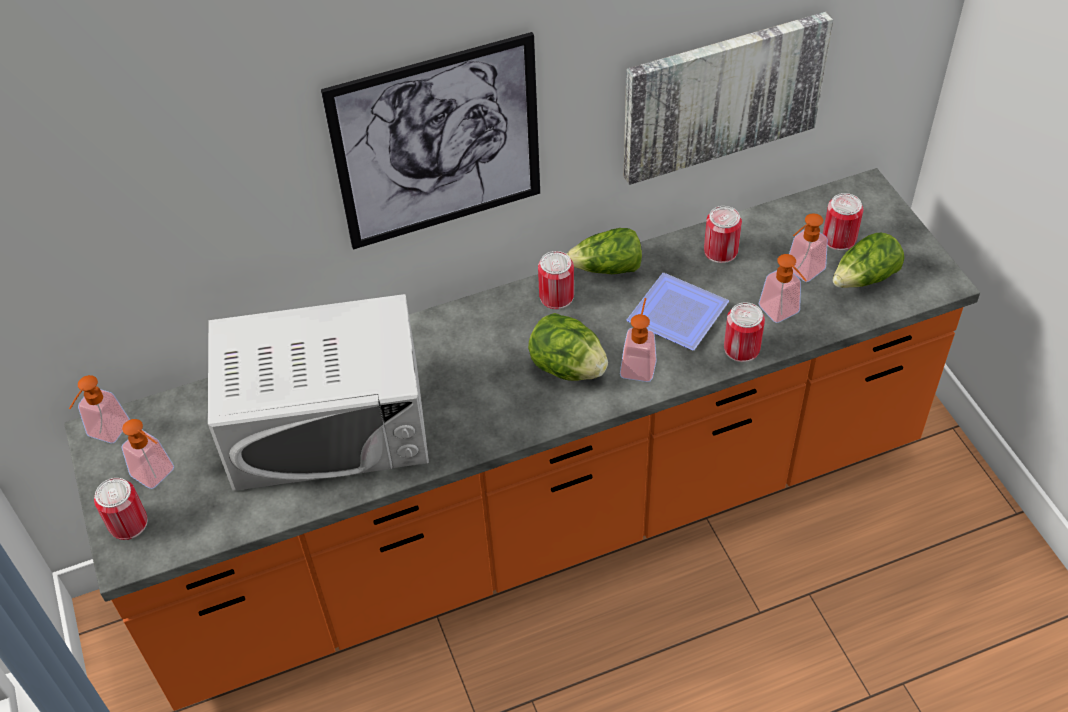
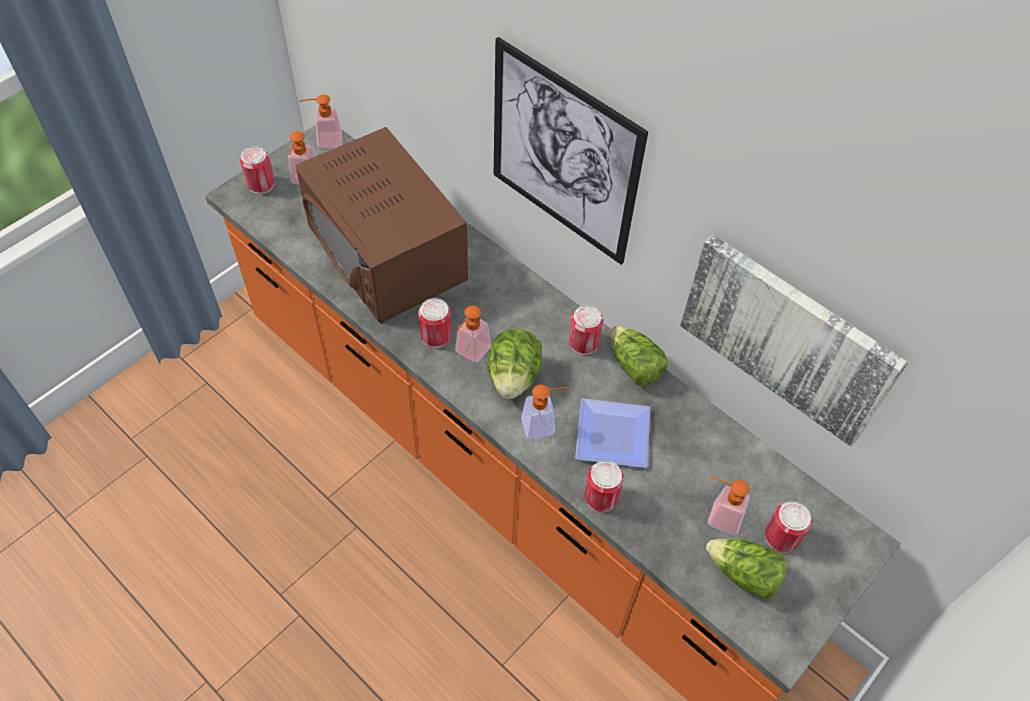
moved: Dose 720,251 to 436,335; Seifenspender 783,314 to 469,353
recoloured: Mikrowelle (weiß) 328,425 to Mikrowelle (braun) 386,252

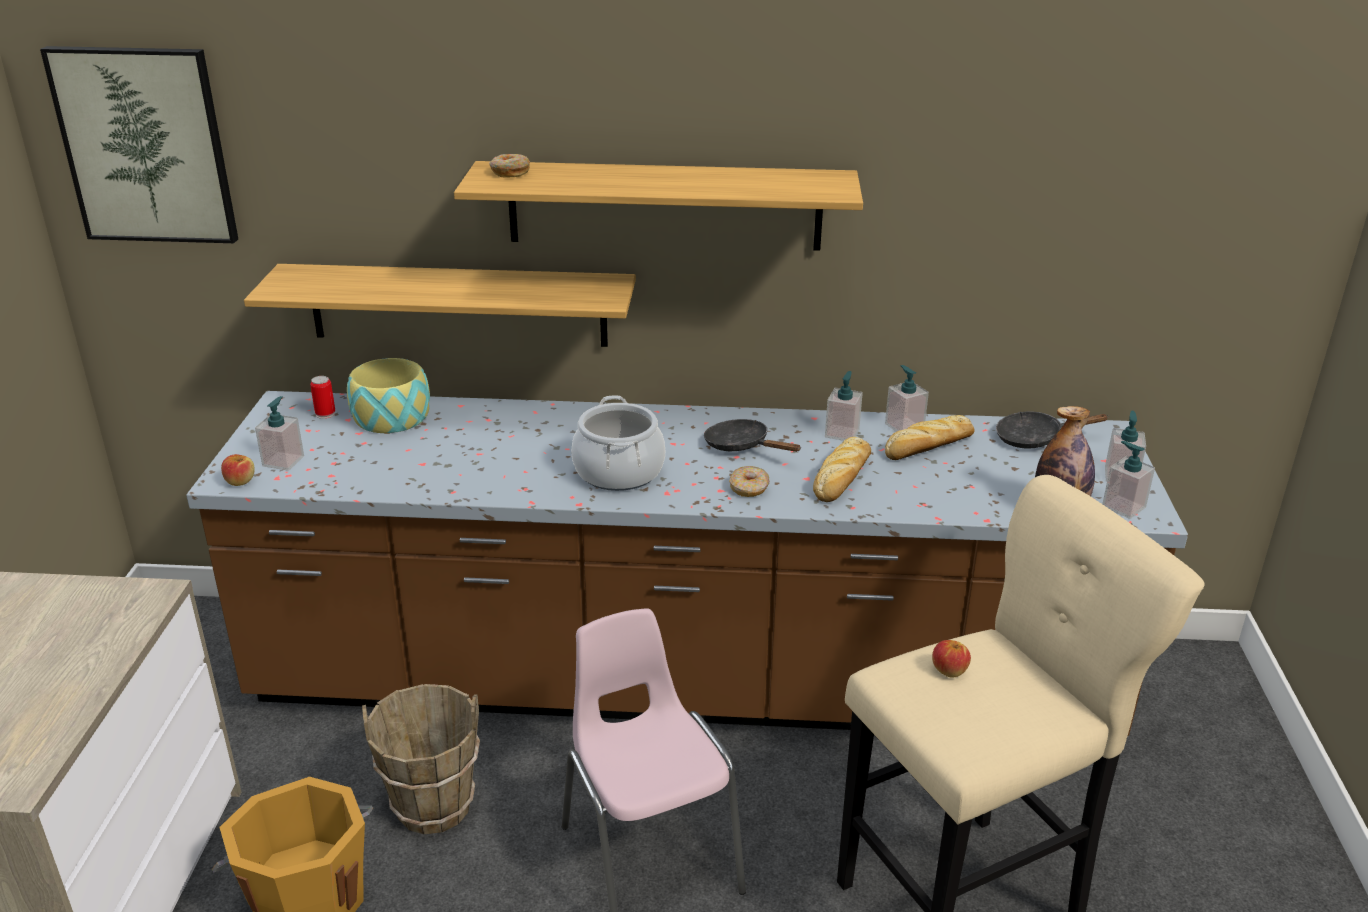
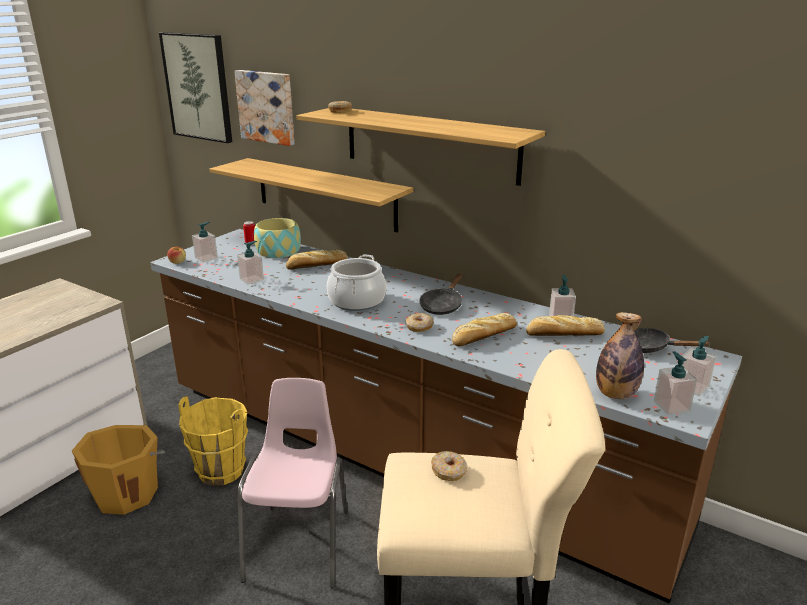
added: Bild 267,107; Brot 316,265
moved: Seifenspender 842,433 to 252,279
replaced: Apfel 949,670 to Donut 449,471
recoloured: Eimer (braun) 433,805 to Eimer (gelb) 221,471
turned: Pfanne (schwarz) 742,446 = 442,305 135 degrees counterclockwise

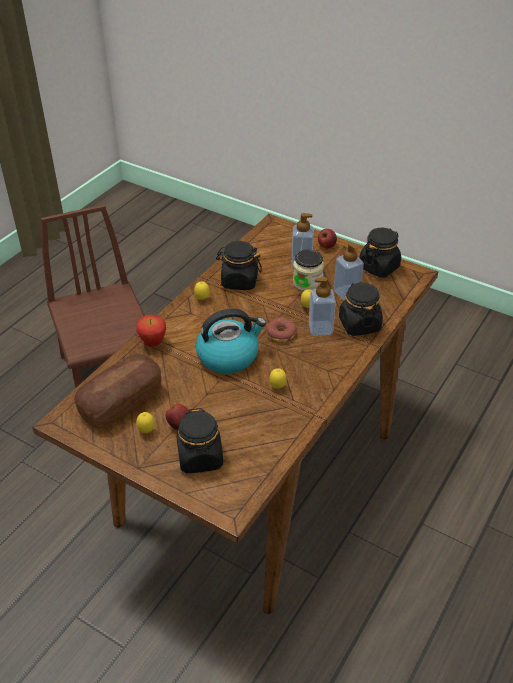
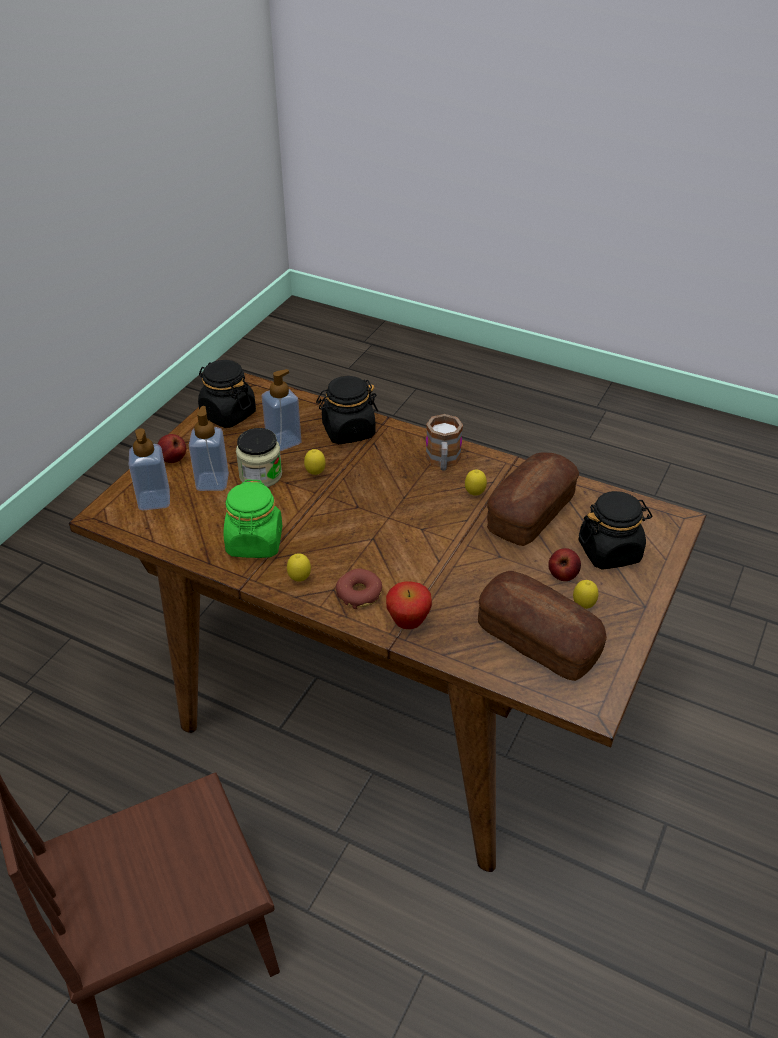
removed: Wasserkessel 229,356
added: Henkelbecher 443,462; Brot 530,513
moved: Seifenspender 320,328 to 154,500; Donut 281,334 to 359,594
recoloured: Vorratsglas (schwarz) 239,281 to Vorratsglas (grün) 255,543

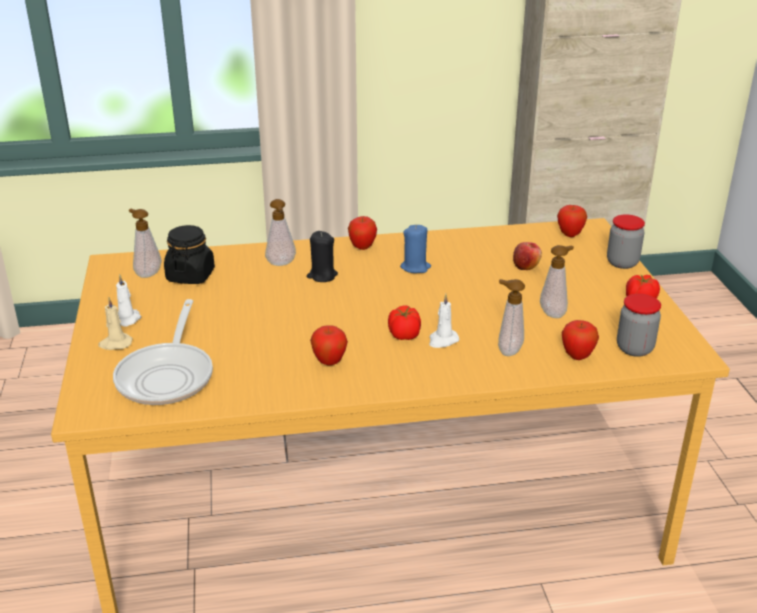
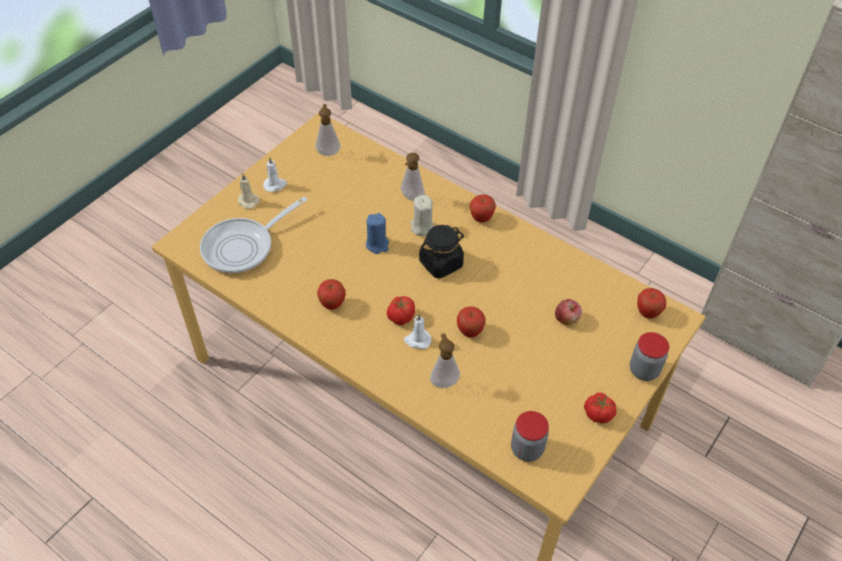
removed: Seifenspender 554,313
moved: Kerze (blau) 415,267 to 377,244; Vorratsglas (schwarz) 190,275 to 441,263; Apfel 577,356 to 470,332
recoloured: Kerze (schwarz) 322,276 to Kerze (beige) 422,227

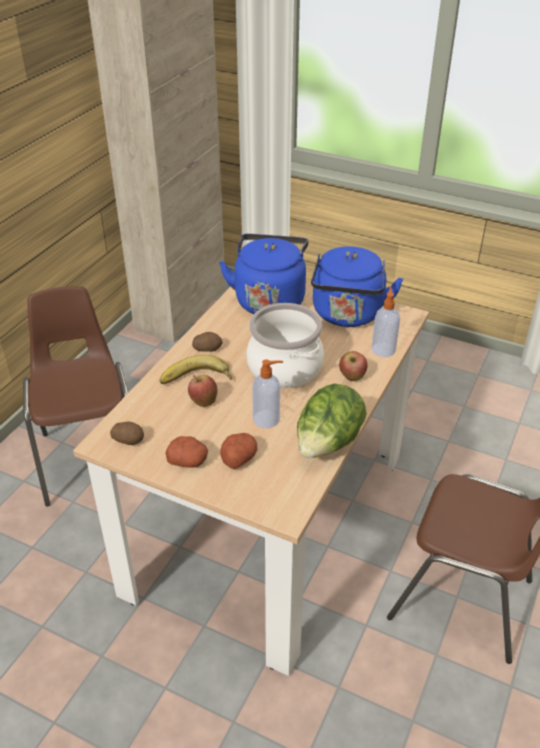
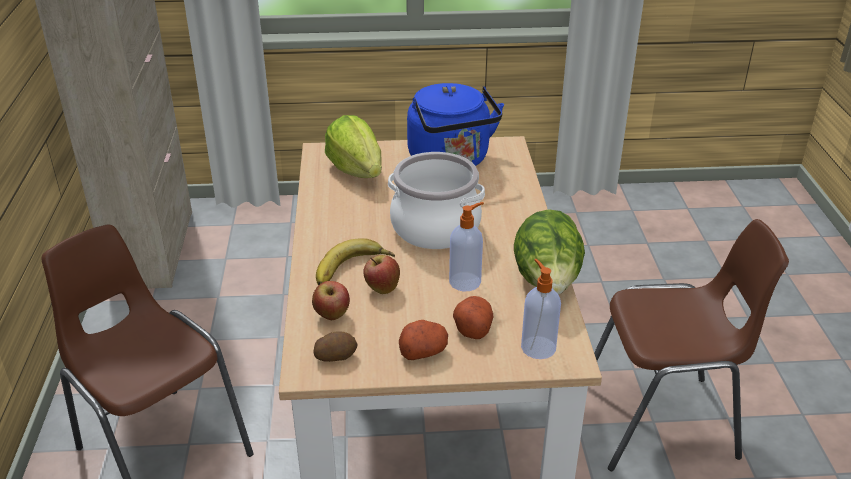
removed: Kartoffel 207,348
moved: Seifenspender 383,349 to 537,347; Apfel 352,377 to 332,316
replaced: Wasserkessel (blau) 269,299 to Salatkopf 357,170

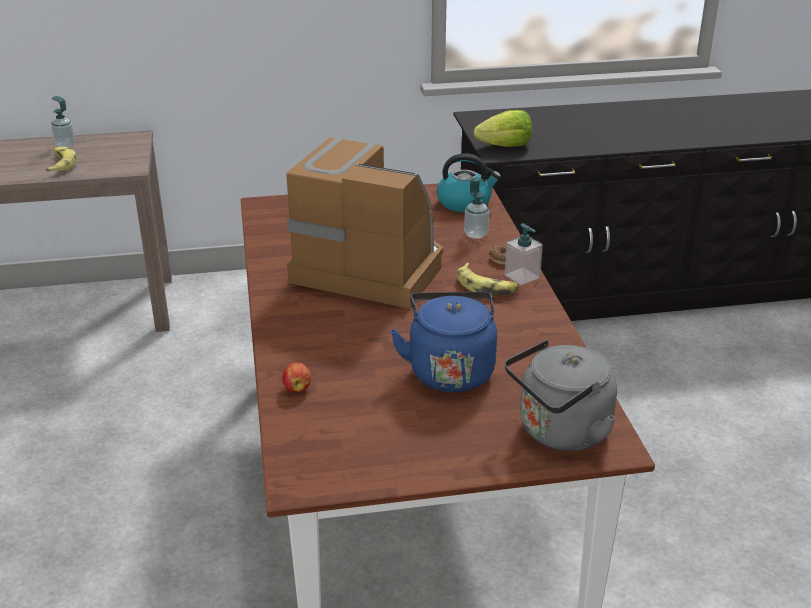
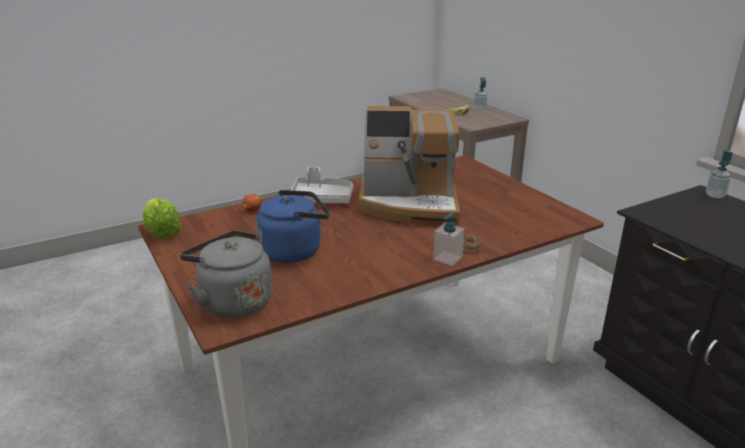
removed: Wasserkessel 465,203; Banane 486,286
added: Tablett (grau) 321,198
moved: Salatkopf 505,146 to 162,232; Seifenspender 476,235 to 715,195
turned: Kaffeemaschine 369,267 = 409,204 90 degrees clockwise

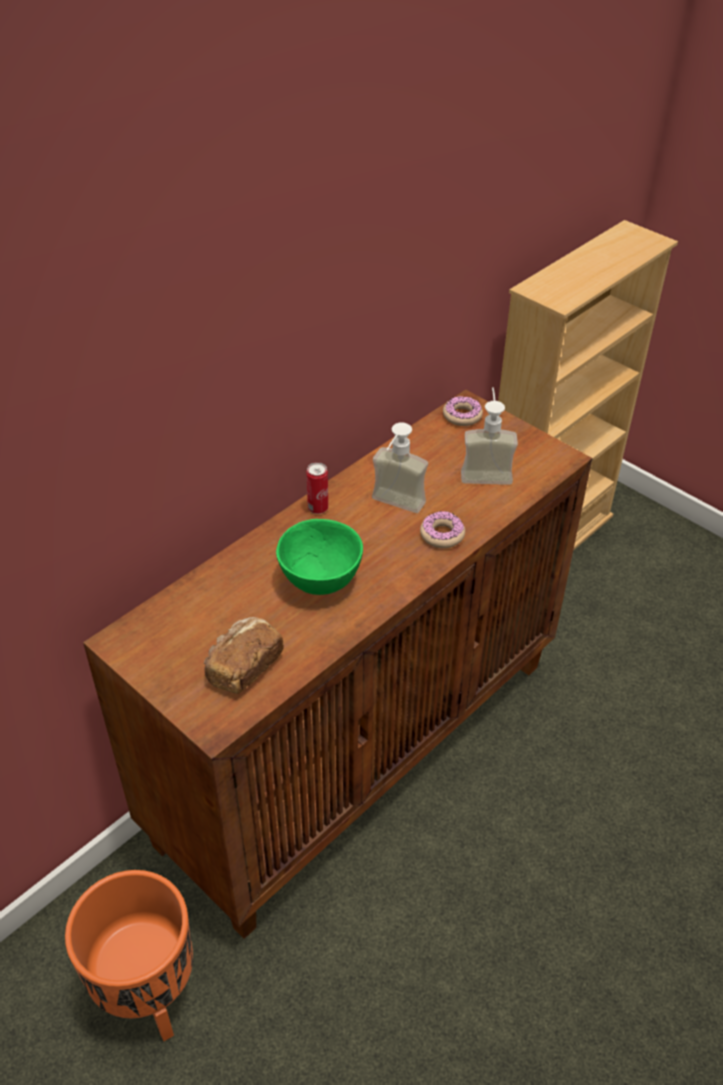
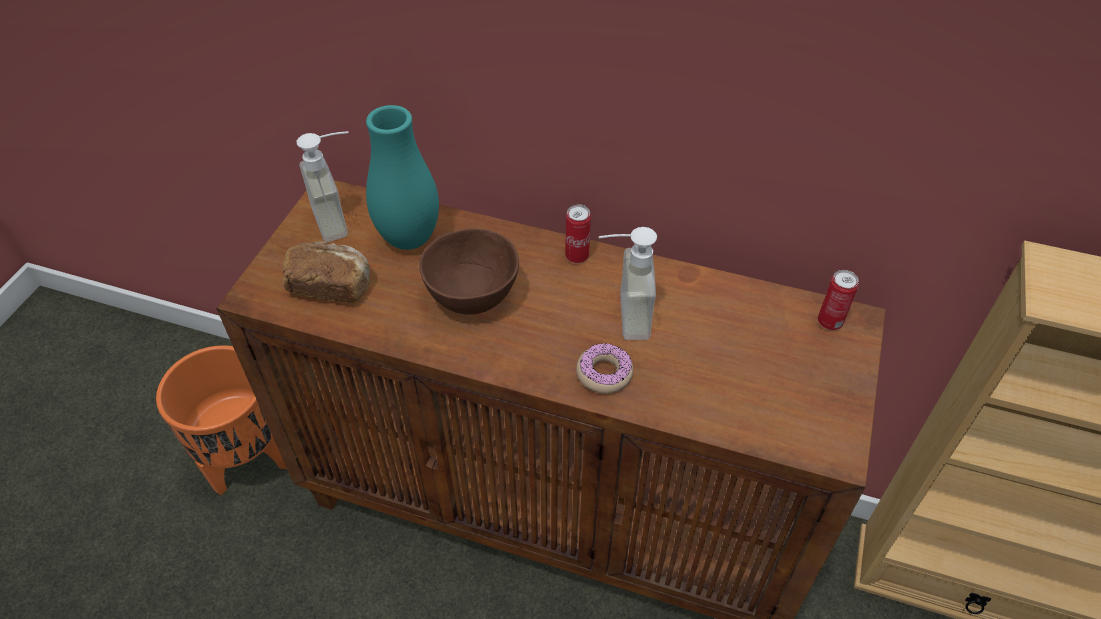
added: Vase (türkis) 409,239
moved: Seifenspender 485,471 to 341,218
replaced: Donut 462,416 to Dose 829,322
recoloured: Schüssel (grün) 320,581 to Schüssel (braun) 471,297

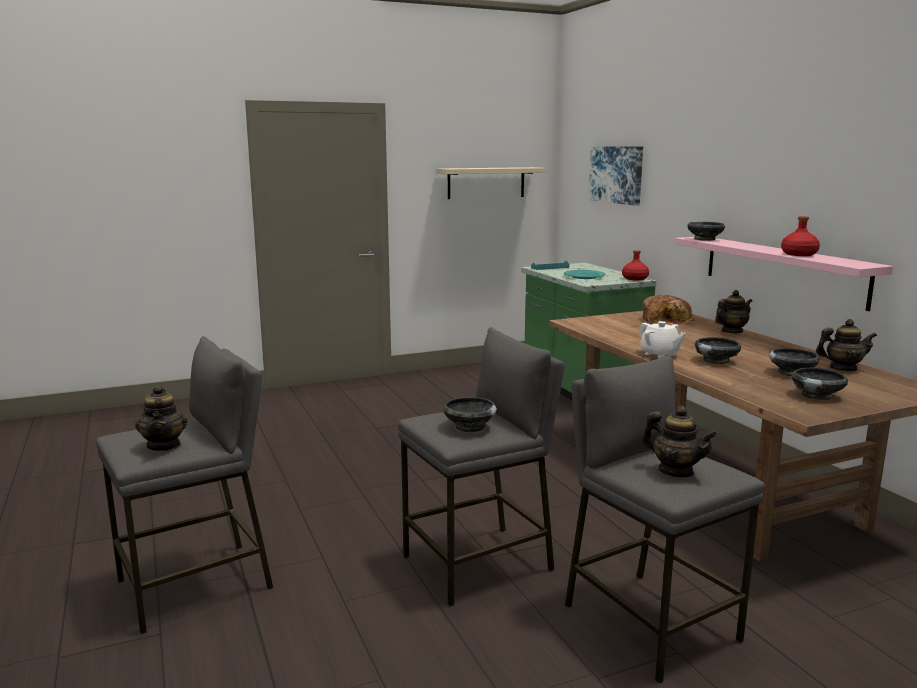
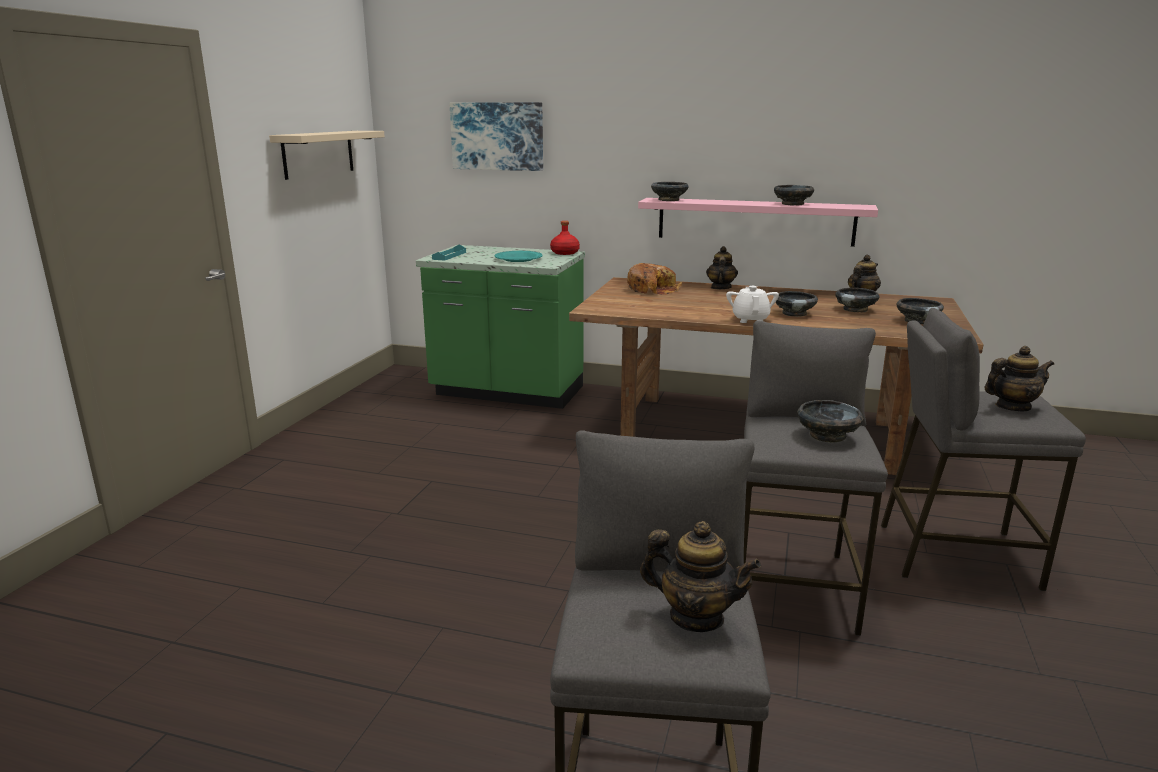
replaced: Flasche (rot) 798,254 to Schüssel (schwarz) 792,204
turned: Teekanne (weiß) 659,354 = 750,319 90 degrees counterclockwise

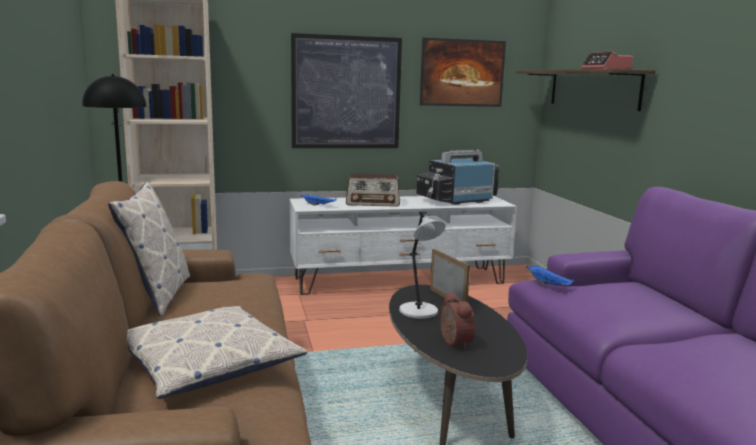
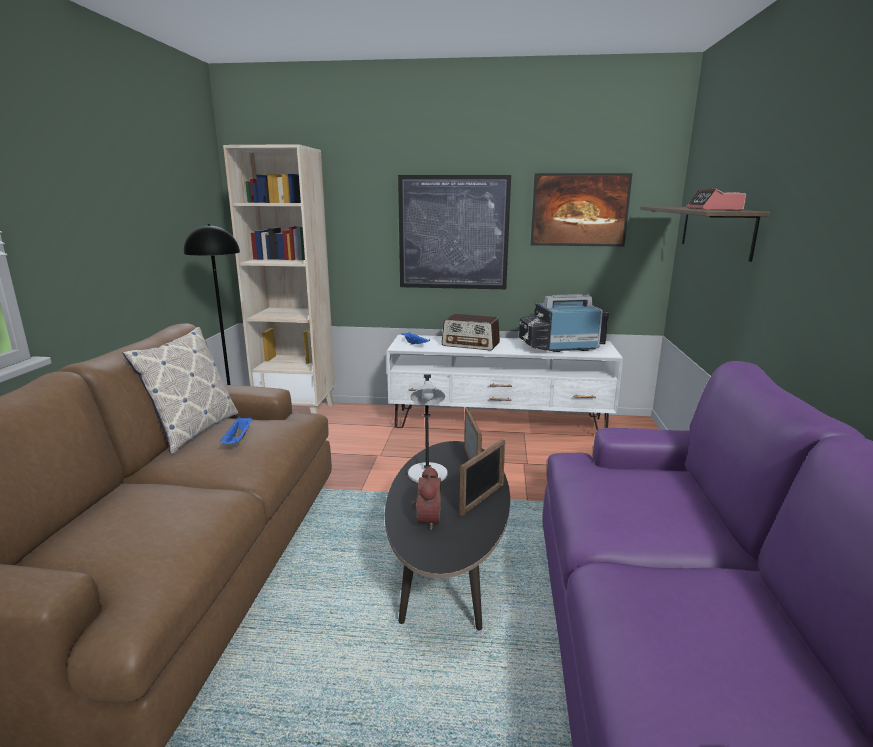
removed: Kissen 206,363
added: Bilderrahmen 482,499
moved: Tablett (blau) 549,285 to 238,440

